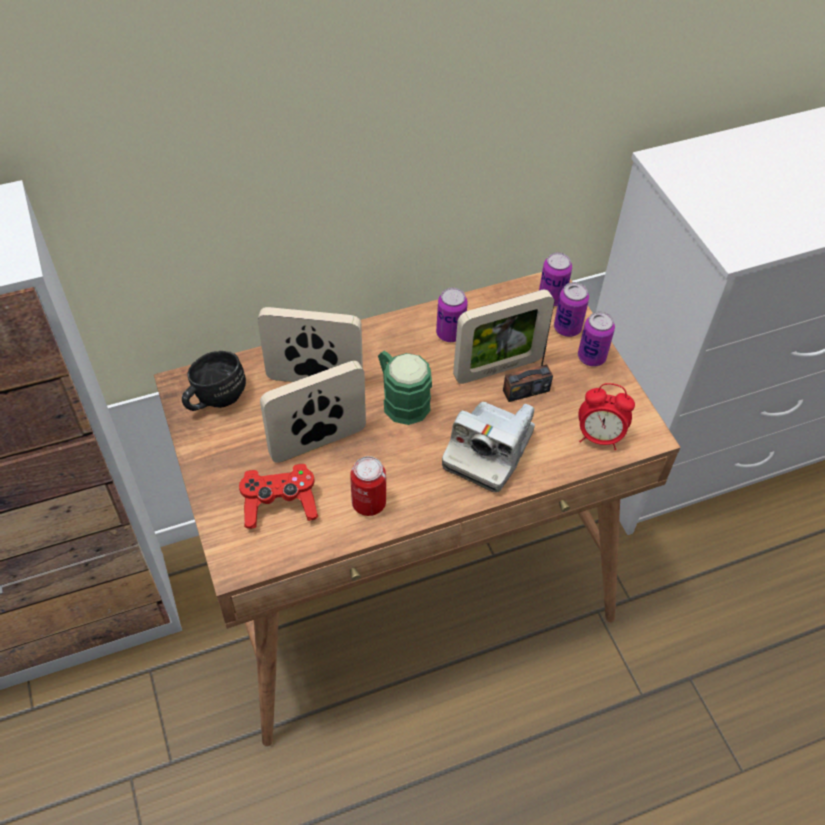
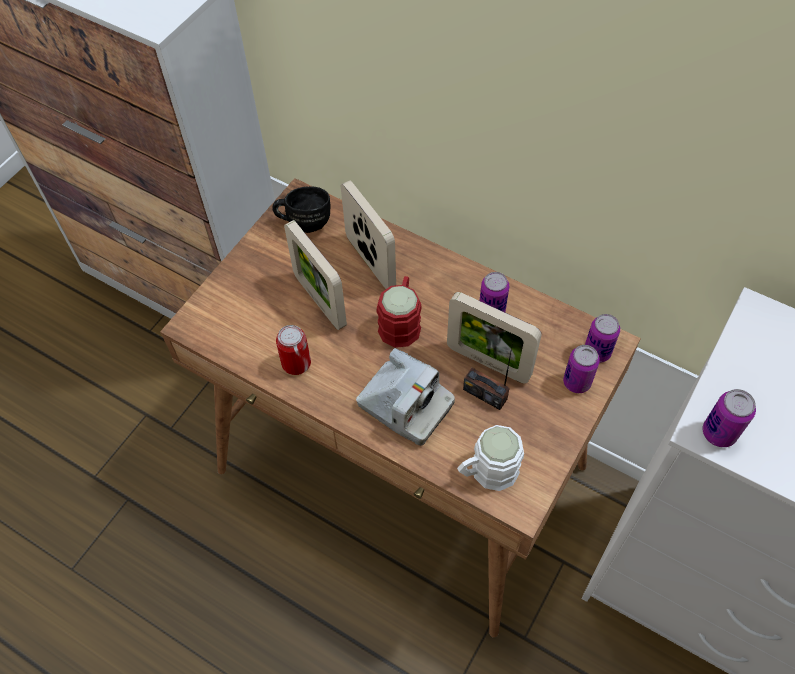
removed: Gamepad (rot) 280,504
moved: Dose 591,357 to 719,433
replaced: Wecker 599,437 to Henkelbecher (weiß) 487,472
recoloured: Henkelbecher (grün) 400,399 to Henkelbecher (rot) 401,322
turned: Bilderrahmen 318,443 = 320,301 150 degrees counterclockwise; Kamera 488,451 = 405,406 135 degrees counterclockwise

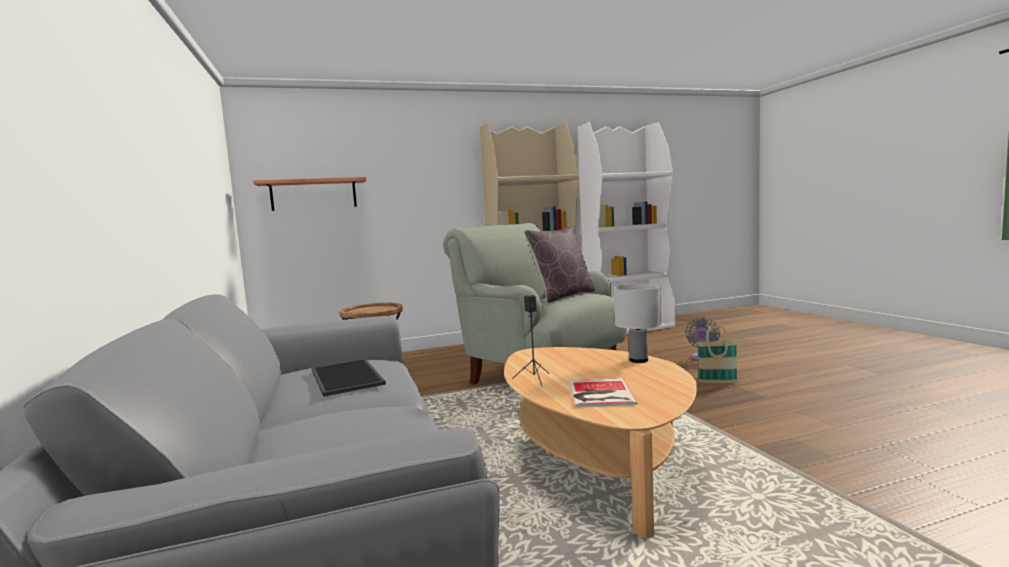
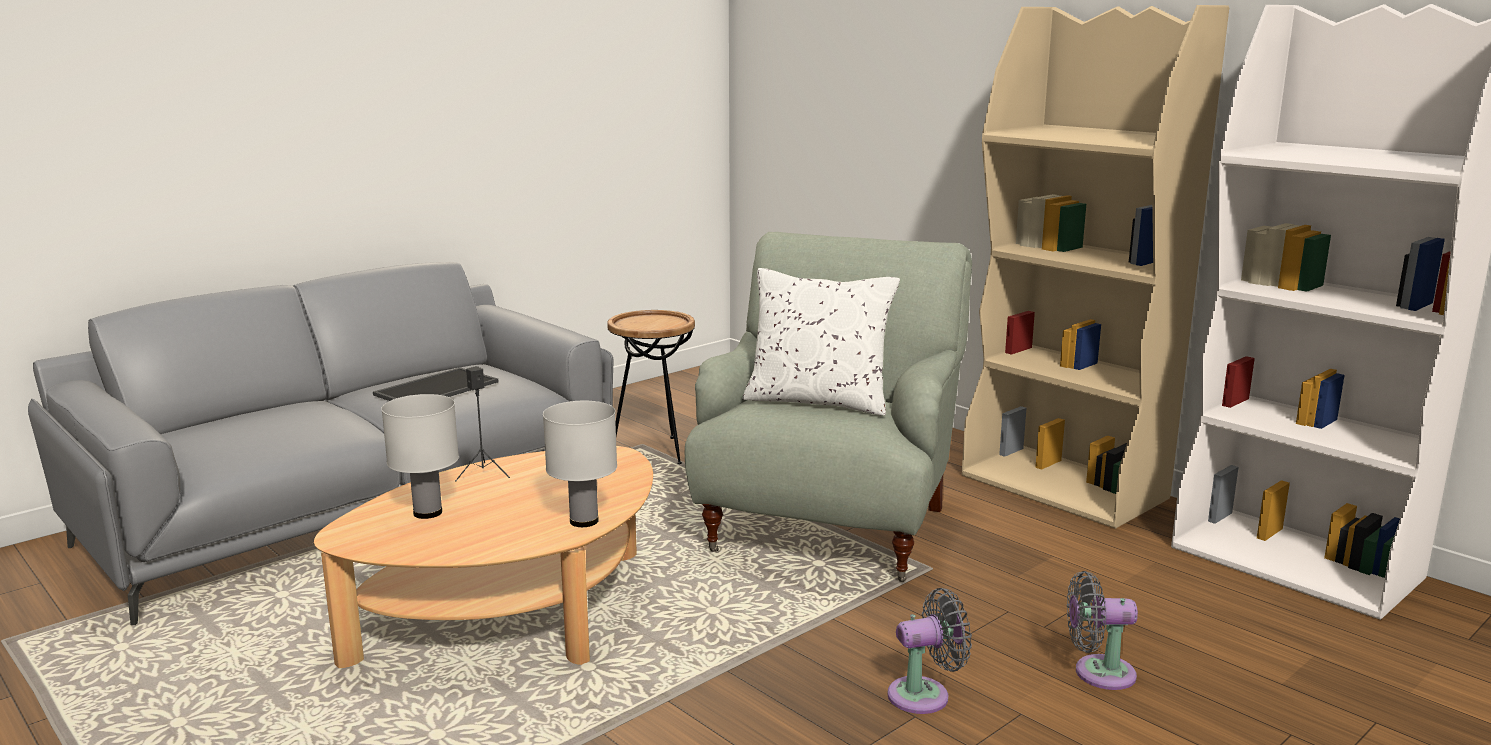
removed: Wandregal 313,194
replaced: Korb 717,382 to Ventilator (grau) 925,695; Buch 599,394 to Tischlampe (weiß) 427,512
recoloured: Kissen (braun) 562,296 to Kissen (weiß) 818,401

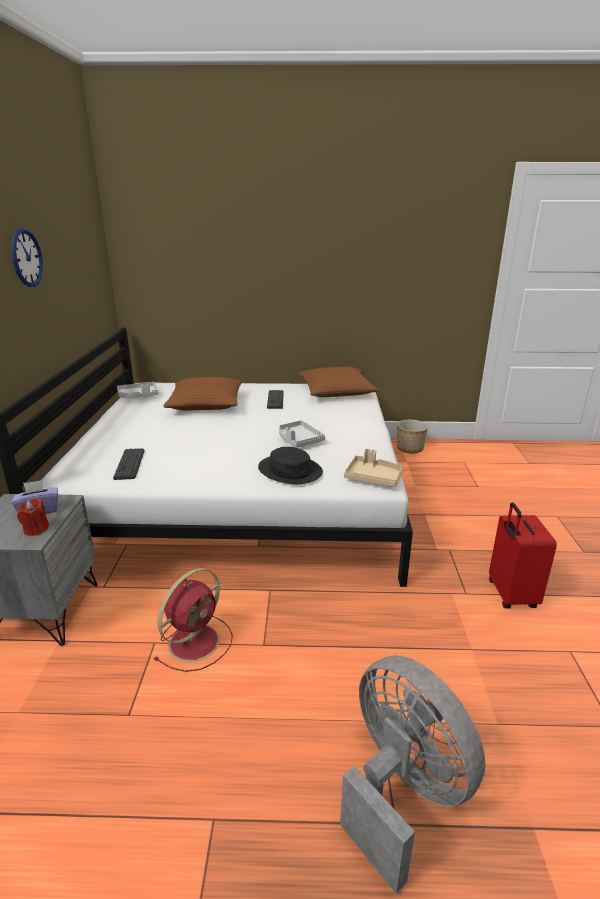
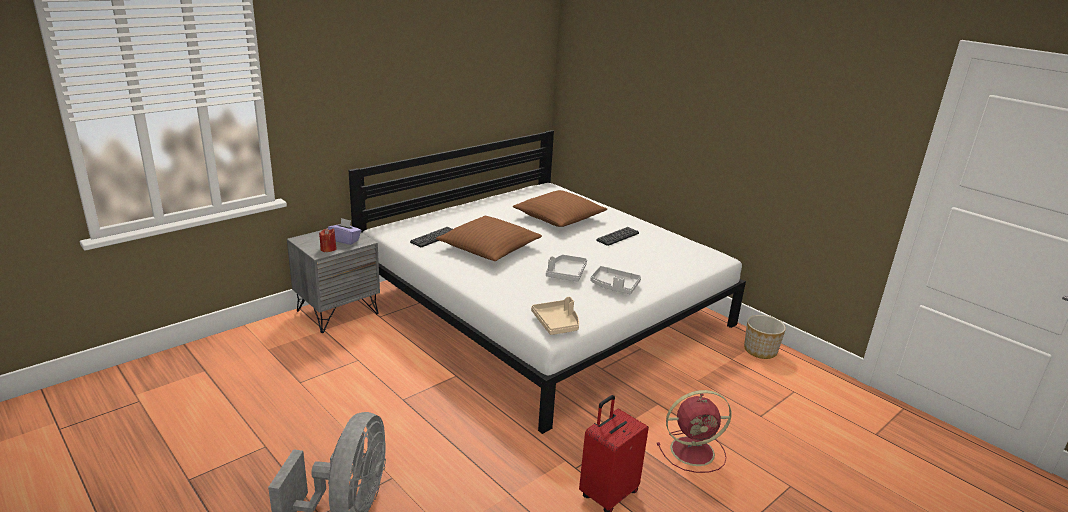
removed: Wanduhr 26,258; Hut (schwarz) 290,470
moved: Kissen (braun) 336,391 to 489,248; Tablett (grau) 138,396 to 614,286; Ventilator (rot) 196,641 to 694,451

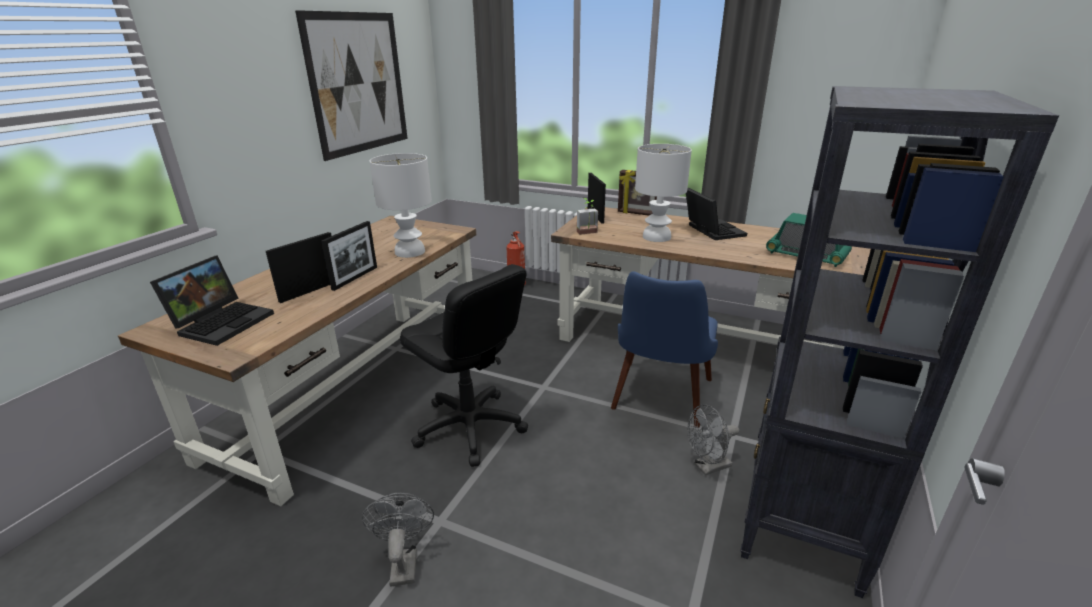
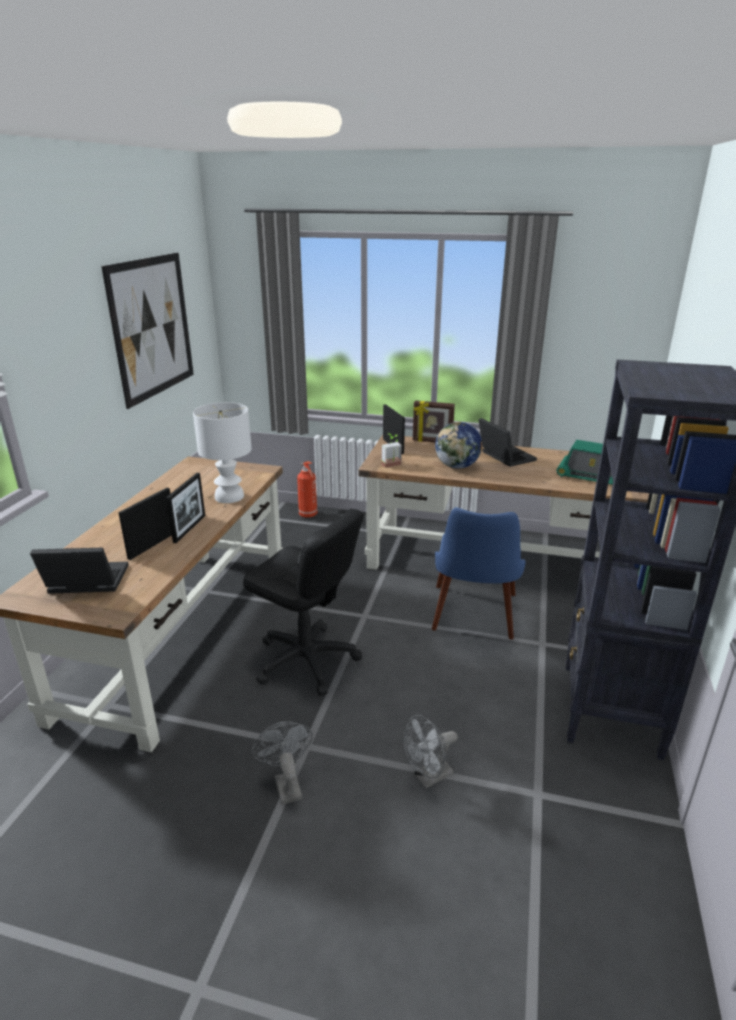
moved: Ventilator (grau) 708,467 to 428,778
replaced: Tischlampe (weiß) 656,237 to Globus 457,466
turned: Laptop 223,322 = 84,583 105 degrees counterclockwise

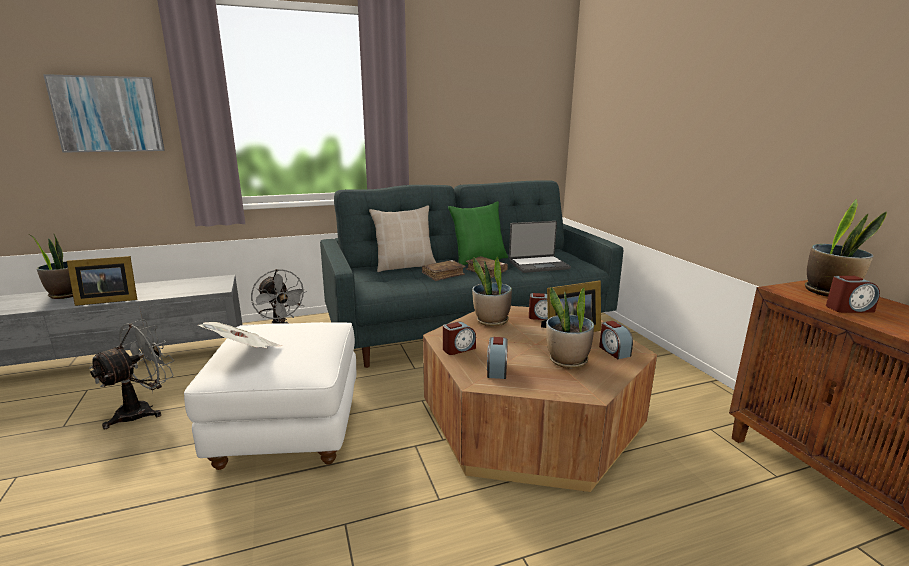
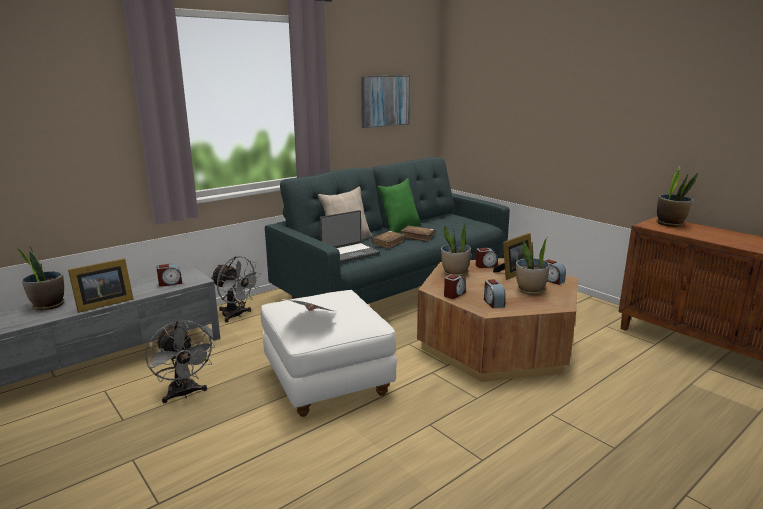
moved: Bild 108,114 to 384,101; Laptop 538,265 to 350,253; Wecker 848,309 to 170,283
turned: Ventilator (grau) 143,410 = 184,394 135 degrees clockwise

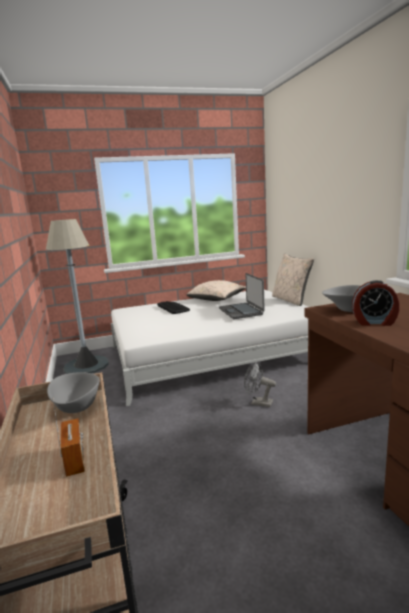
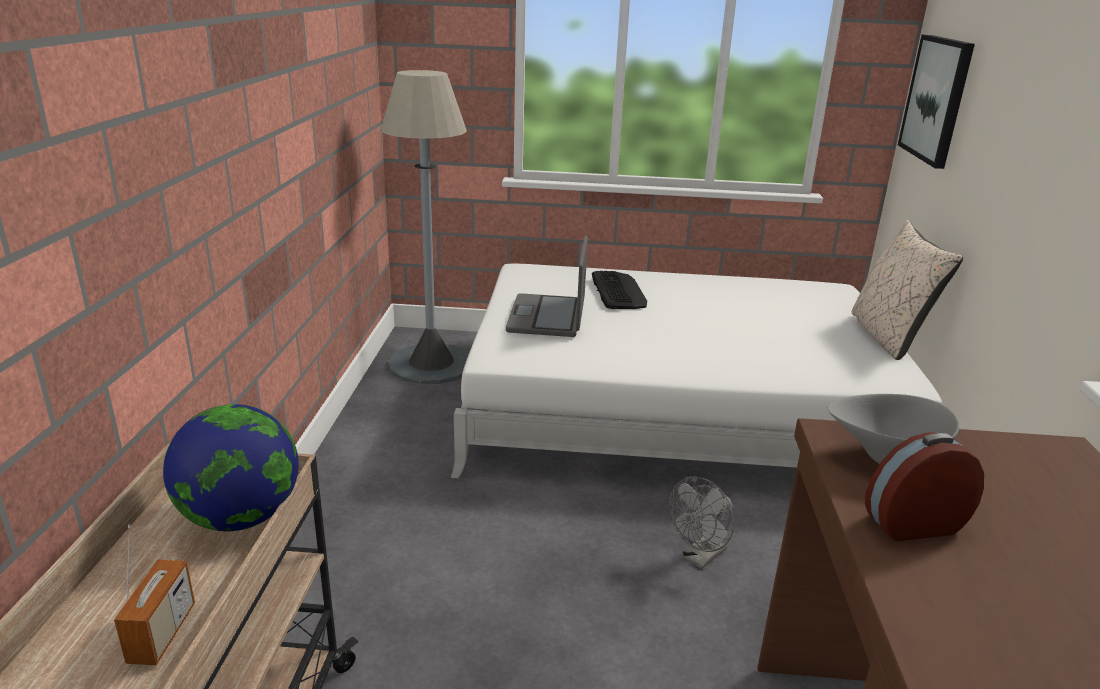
removed: Kissen (beige) 217,299
added: Bild 937,99
moved: Laptop 241,311 to 548,317
replaced: Schüssel (grau) 76,409 to Globus 241,518
turned: Wecker 374,322 = 911,523 135 degrees clockwise; Ventilator (grau) 258,403 = 699,558 90 degrees counterclockwise

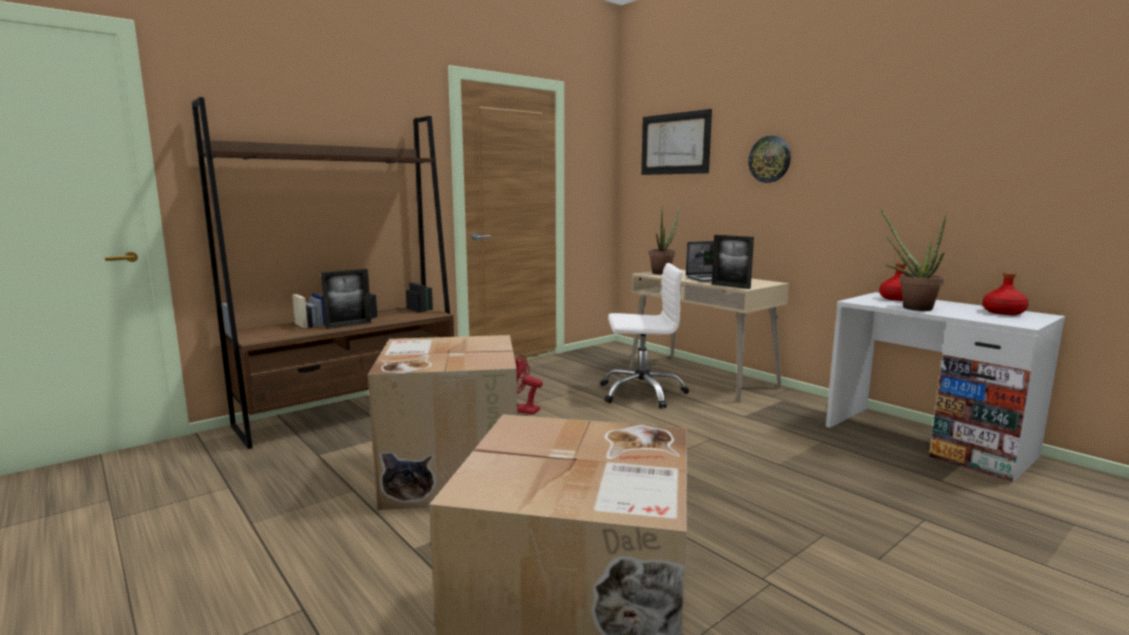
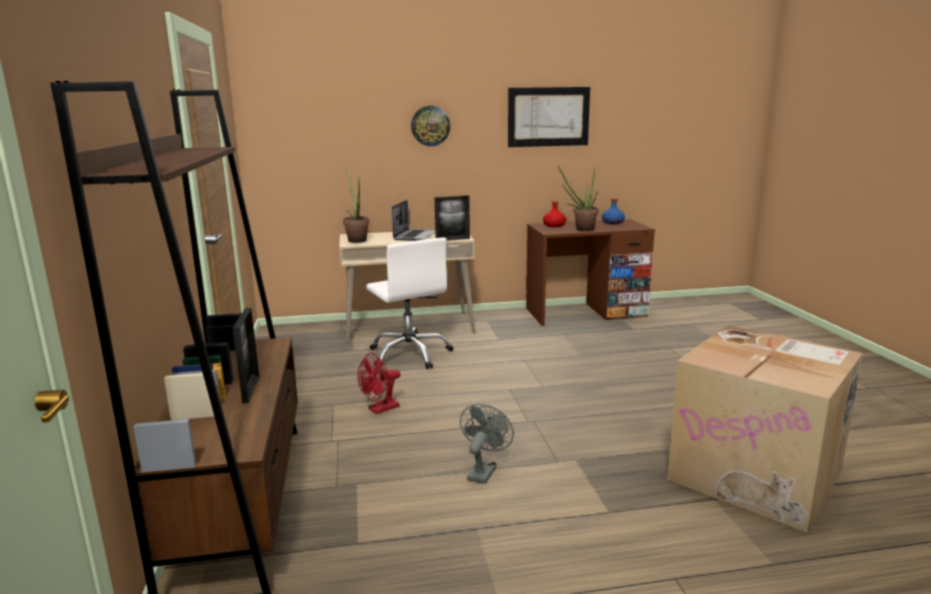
moved: Bild 674,144 to 548,117
replaced: Karton 450,472 to Ventilator (grau) 483,471
recoloured: Flasche (rot) 1003,312 to Flasche (blau) 613,223; Schreibtisch (weiß) 927,440 to Schreibtisch (braun) 585,312
turned: Bürostuhl (weiß) 641,393 = 410,354 120 degrees clockwise

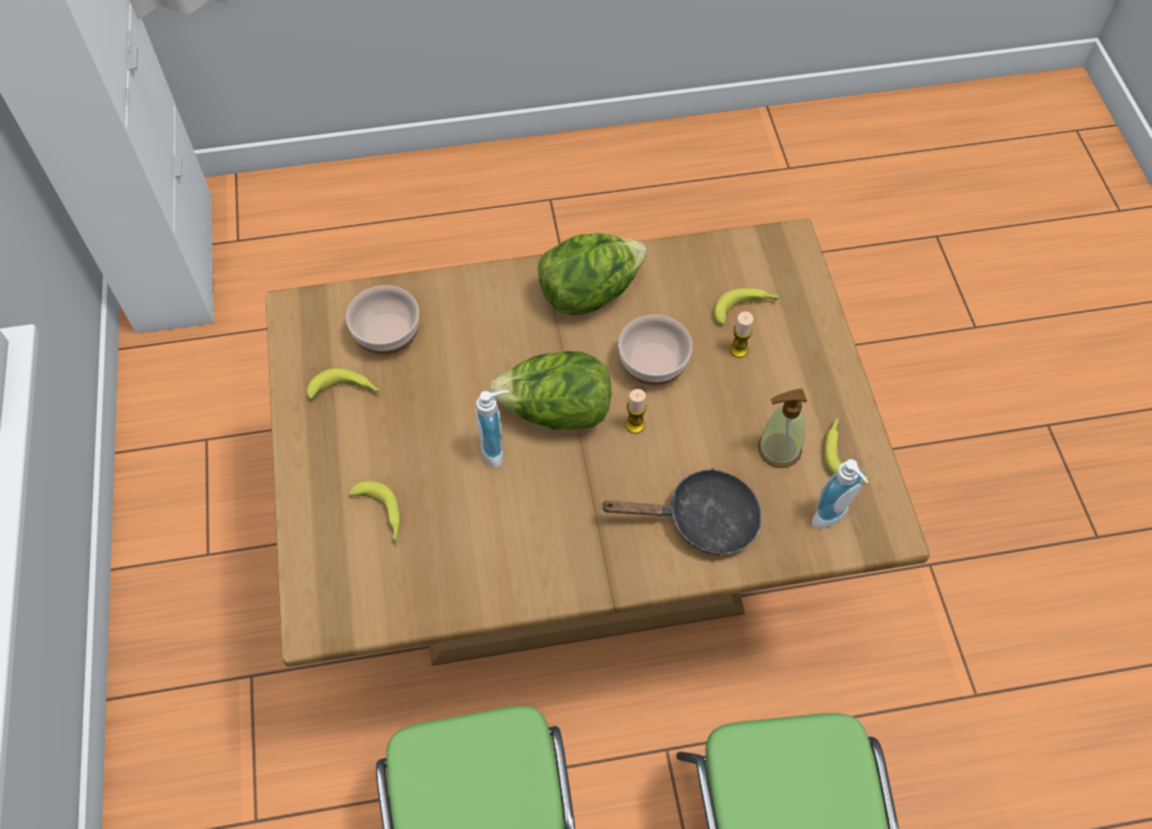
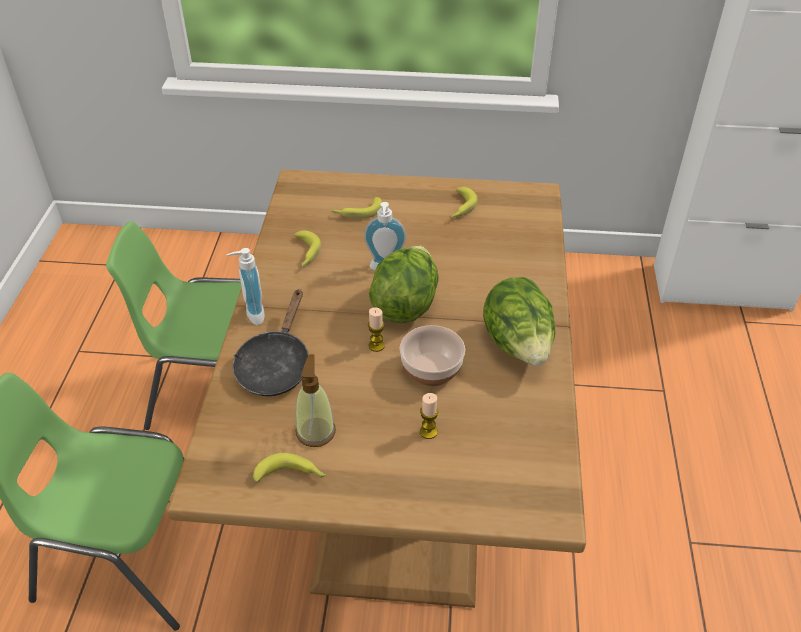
removed: Schüssel 387,335
moved: Banane 745,308 to 305,254; Seifenspender 833,519 to 251,315

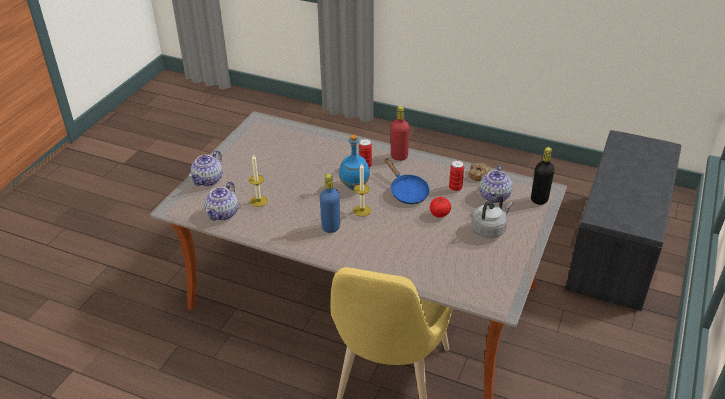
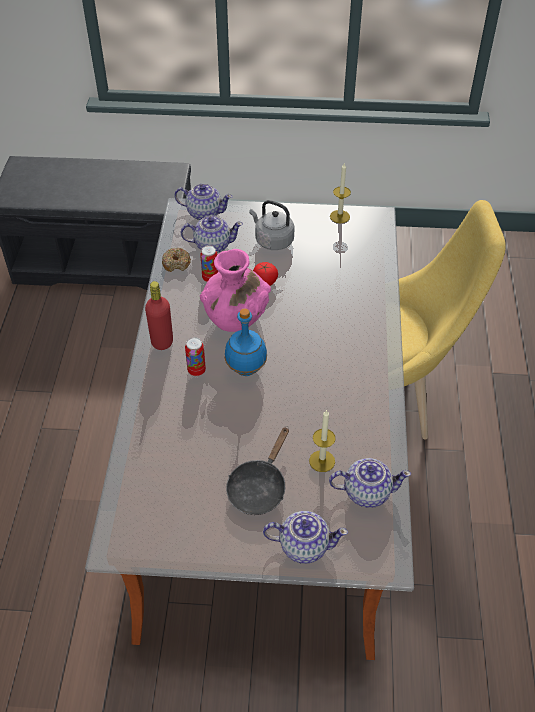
removed: Flasche (blau) 331,227
added: Pfanne (schwarz) 259,487
moved: Kerze 362,210 to 339,216
replaced: Flasche (schwarz) 539,199 to Teekanne 204,213; Pfanne (blau) 407,192 to Vase (rosa) 235,318

